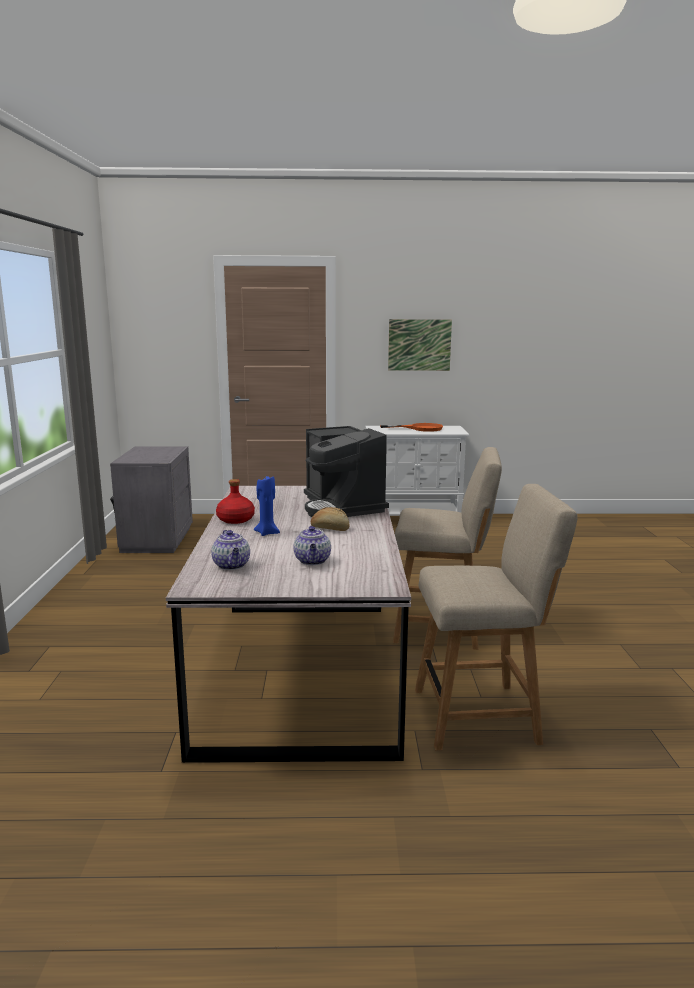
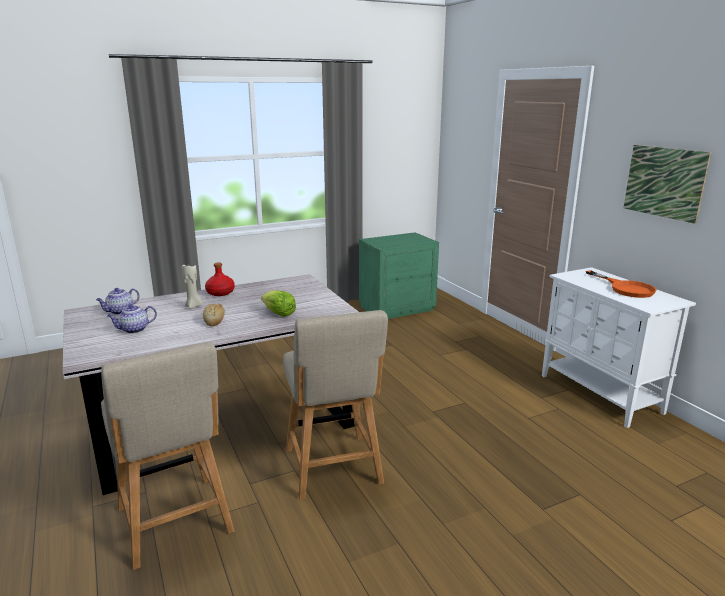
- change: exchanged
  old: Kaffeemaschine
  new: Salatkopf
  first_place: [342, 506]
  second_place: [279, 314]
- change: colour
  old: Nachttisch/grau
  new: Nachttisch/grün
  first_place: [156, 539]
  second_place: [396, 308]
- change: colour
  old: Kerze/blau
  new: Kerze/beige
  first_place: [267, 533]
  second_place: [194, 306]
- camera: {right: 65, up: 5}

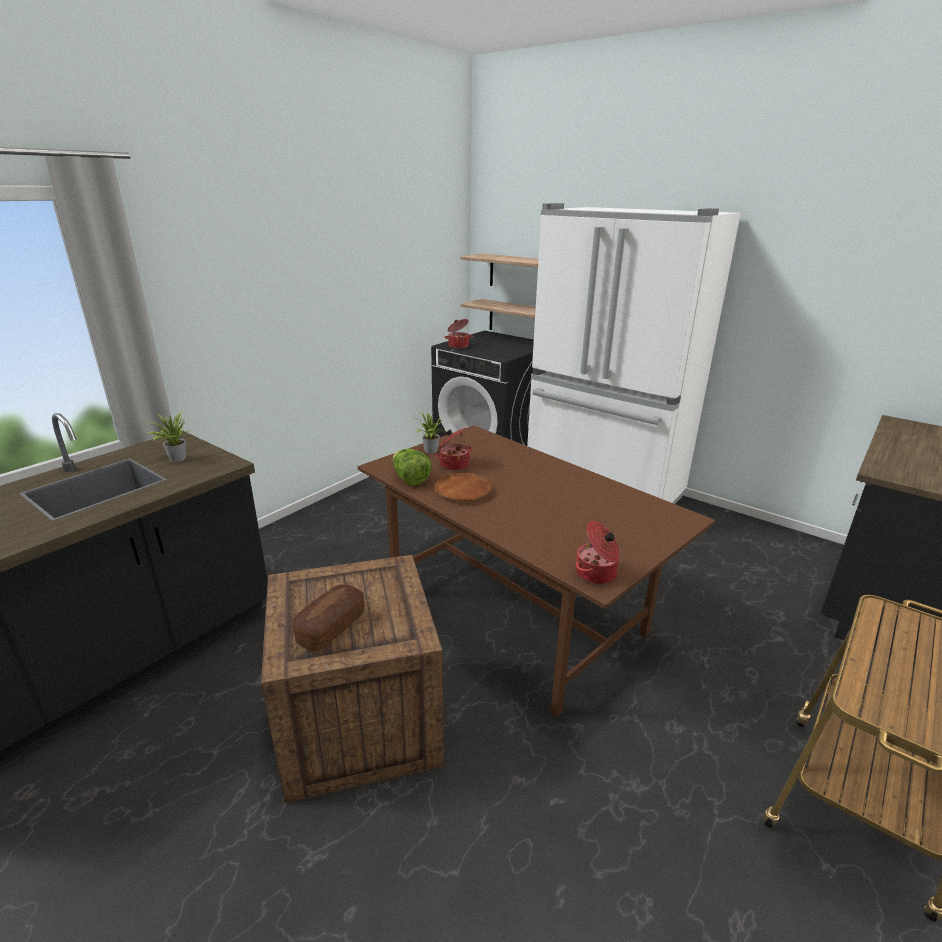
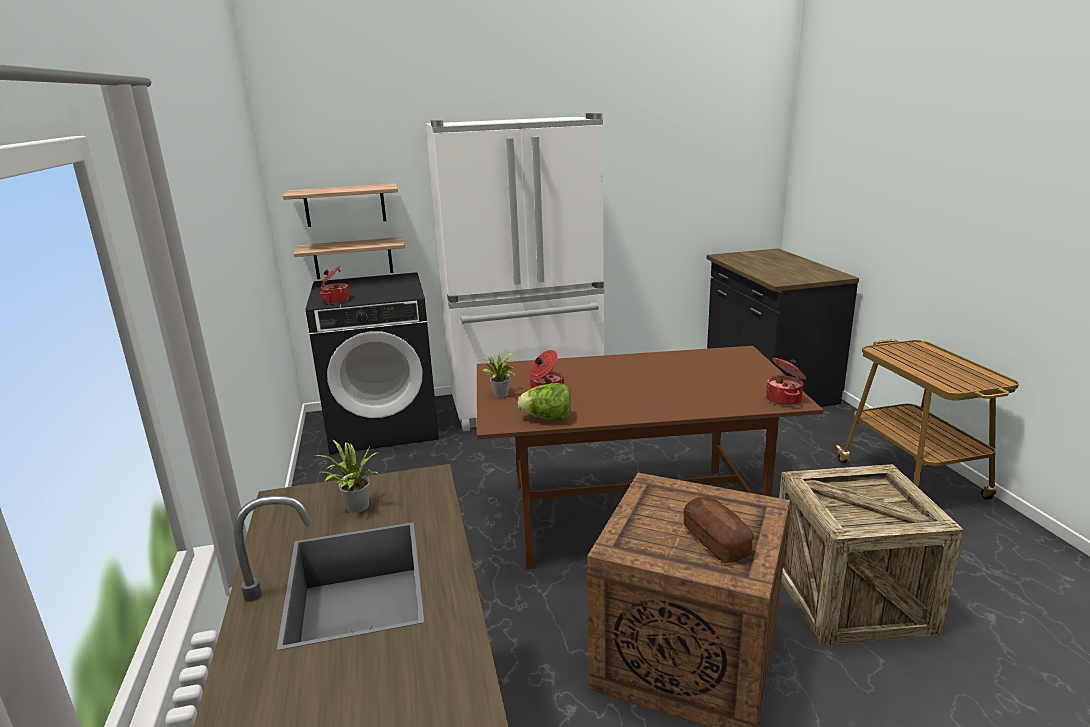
- change: missing
  old: Teller/braun
  first_place: [463, 491]
- change: appeared
  new: Kiste
  second_place: [850, 598]
- camera: {right: -50, up: -5}

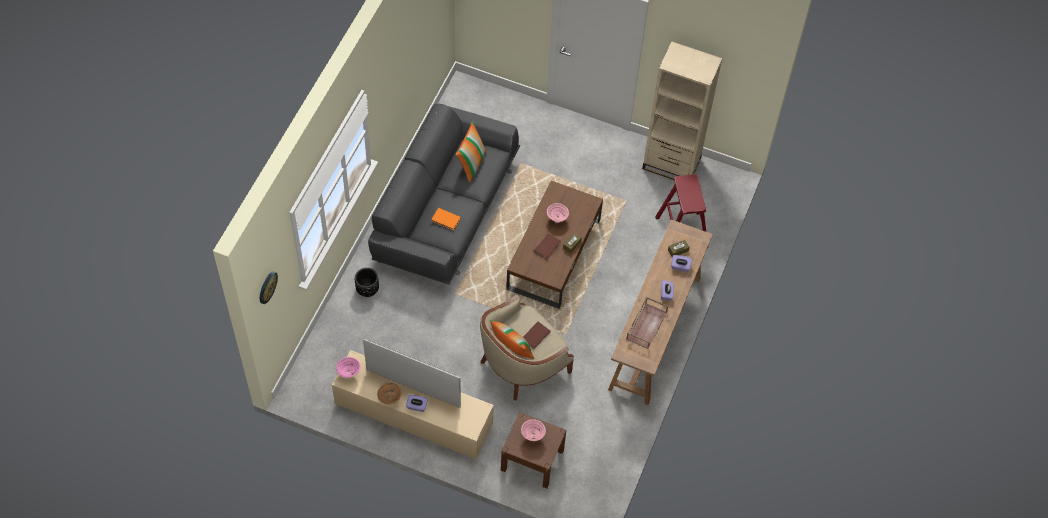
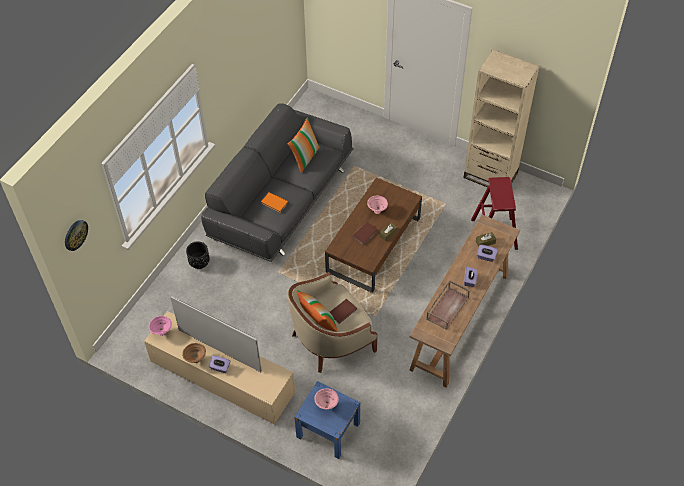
- change: colour
  old: Nachttisch/braun
  new: Nachttisch/blau
  first_place: [532, 460]
  second_place: [328, 430]
- camera: {right: 10, up: -5}

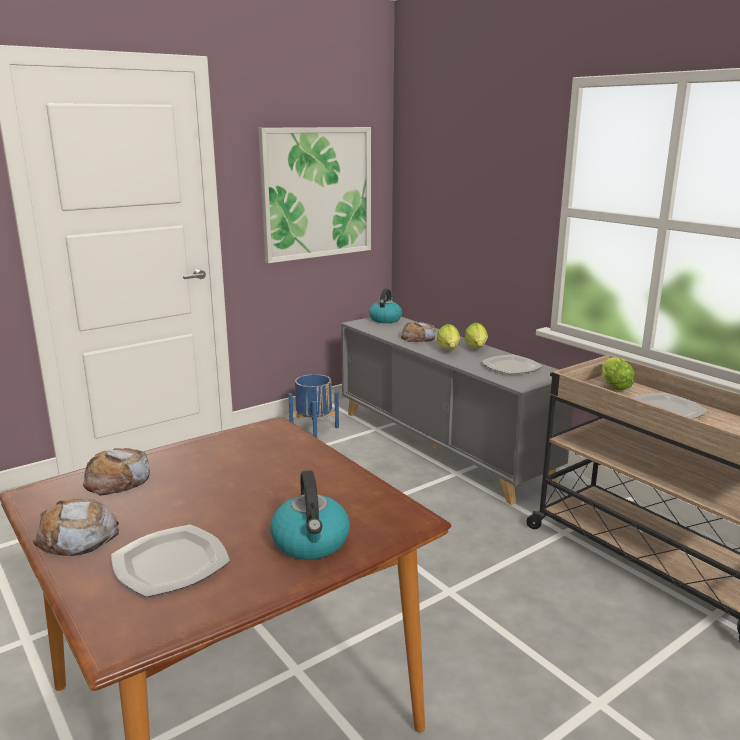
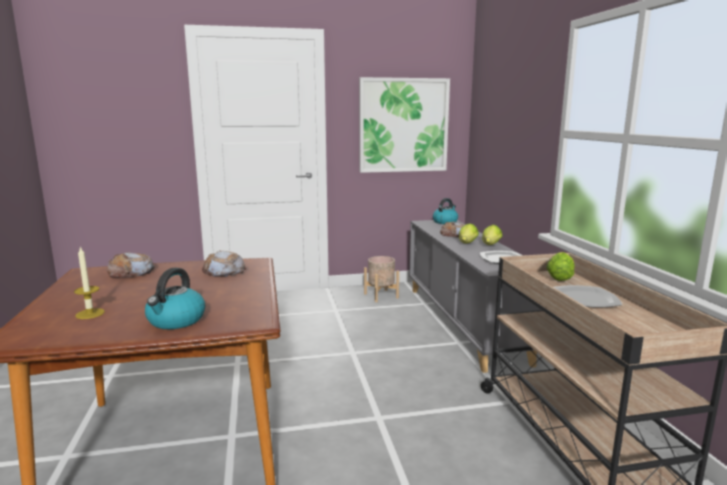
- change: colour
  old: Pflanzkübel/blau
  new: Pflanzkübel/beige
  first_place: [314, 428]
  second_place: [381, 296]
- change: relocated
  old: Brot
  first_place: [77, 536]
  second_place: [223, 271]
- change: exchanged
  old: Teller
  new: Kerze
  first_place: [171, 562]
  second_place: [90, 313]
- camera: {right: 25, up: -5}

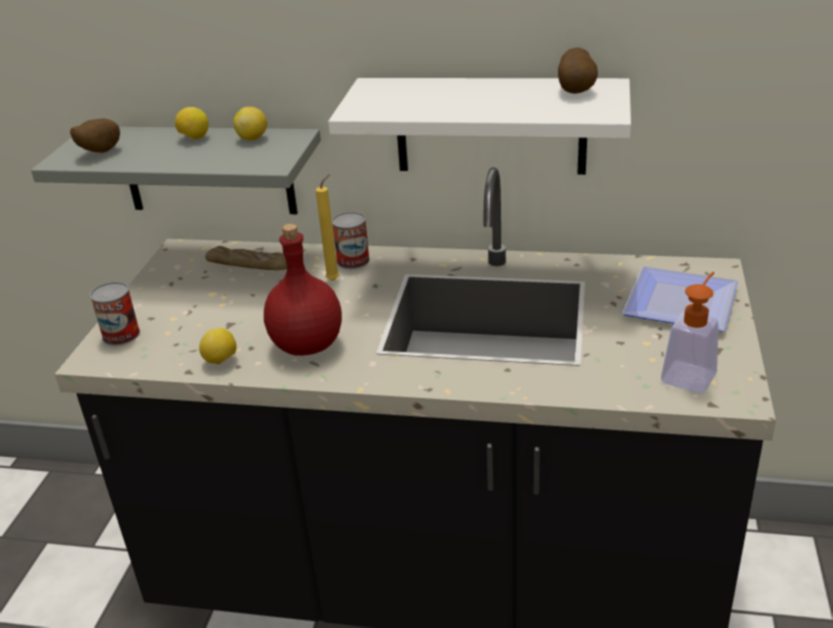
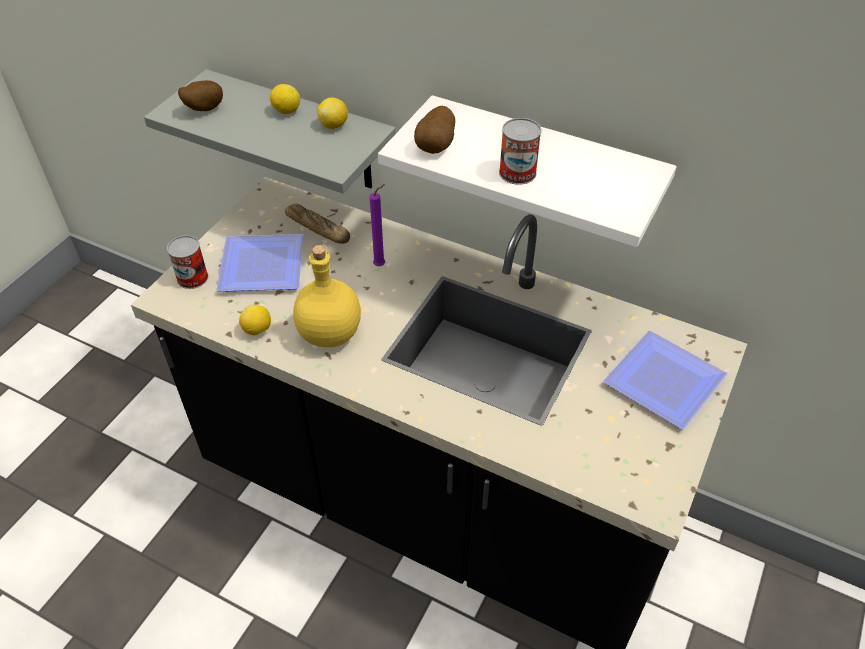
- change: relocated
  old: Kartoffel
  first_place: [577, 91]
  second_place: [436, 147]
- change: colour
  old: Kerze/gelb
  new: Kerze/lila
  first_place: [335, 279]
  second_place: [381, 265]
- change: relocated
  old: Dose
  first_place: [353, 260]
  second_place: [517, 173]
- change: colour
  old: Flasche/rot
  new: Flasche/gelb
  first_place: [307, 344]
  second_place: [330, 333]
- change: missing
  old: Seifenspender
  first_place: [691, 372]
- change: appeared
  new: Teller
  second_place: [264, 268]
- camera: {right: 15, up: 15}

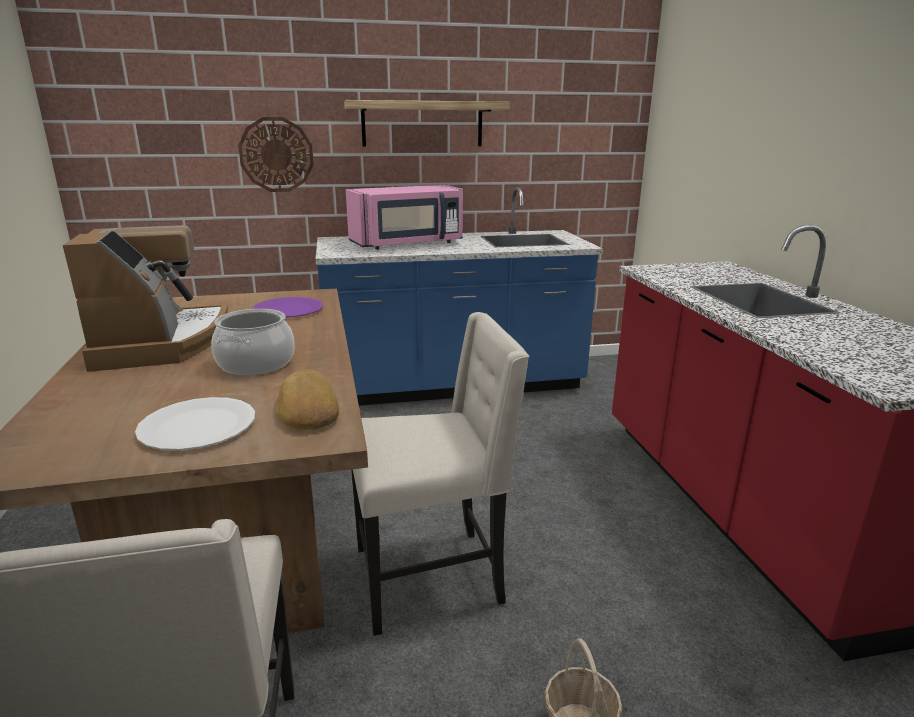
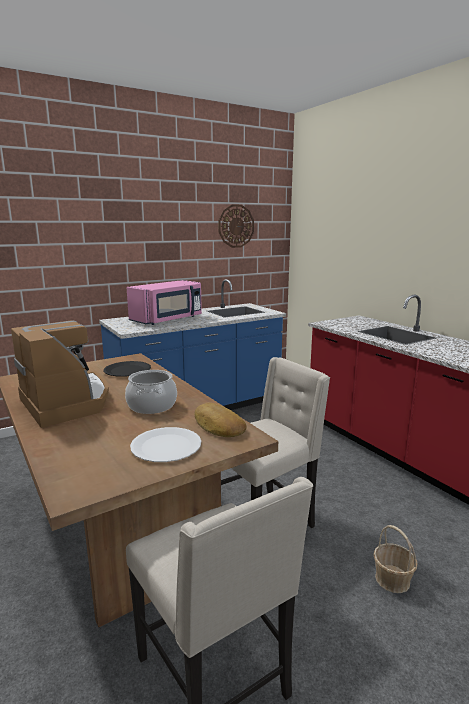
- change: missing
  old: Wandregal
  first_place: [422, 124]
- change: relocated
  old: Wanduhr
  first_place: [276, 155]
  second_place: [236, 226]
- change: colour
  old: Teller/lila
  new: Teller/schwarz
  first_place: [288, 310]
  second_place: [127, 370]
- camera: {right: -20, up: -5}

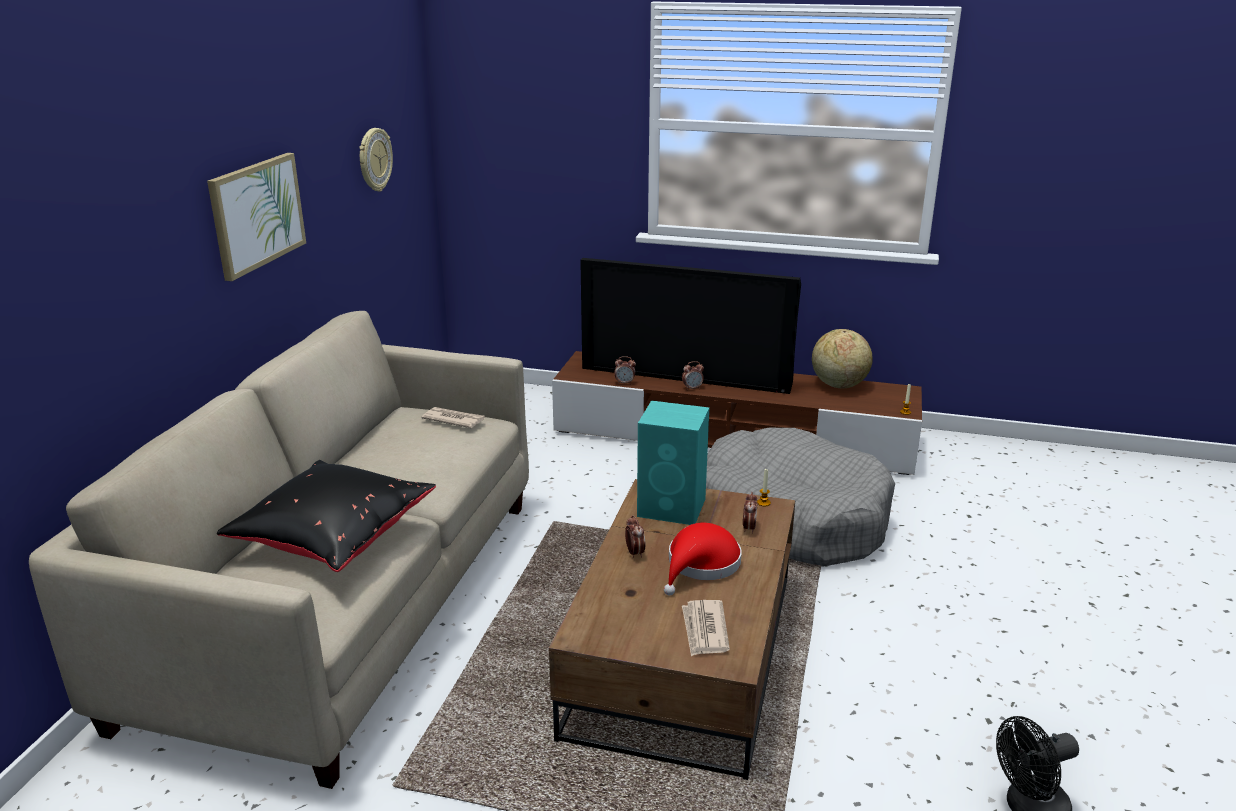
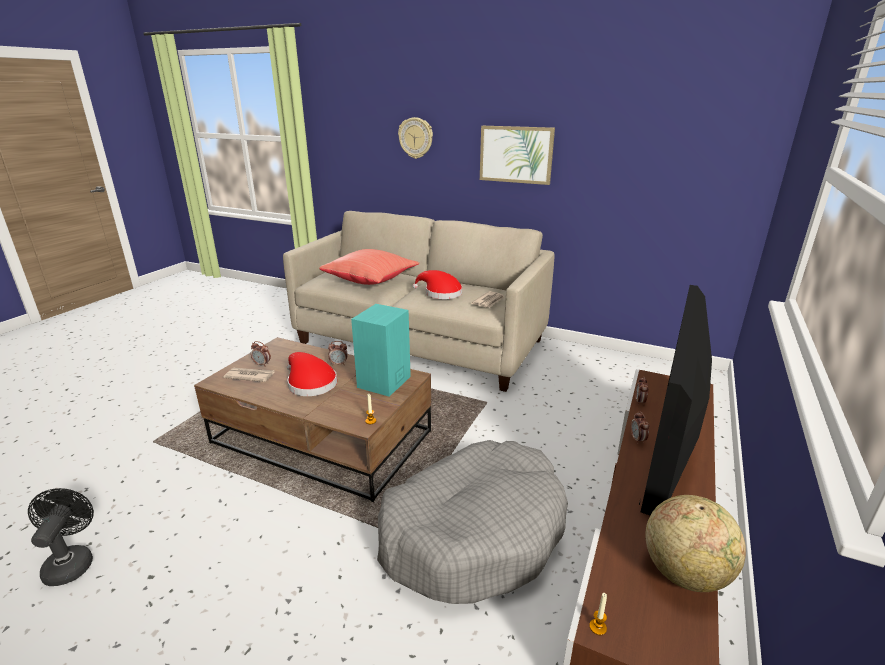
- change: relocated
  old: Wanduhr
  first_place: [374, 160]
  second_place: [416, 138]
- change: colour
  old: Kissen/schwarz
  new: Kissen/rot
  first_place: [333, 538]
  second_place: [371, 280]
- change: relocated
  old: Wecker
  first_place: [749, 528]
  second_place: [262, 364]
- change: appeared
  new: Hut/rot
  second_place: [440, 293]
- camera: {right: 100, up: 0}

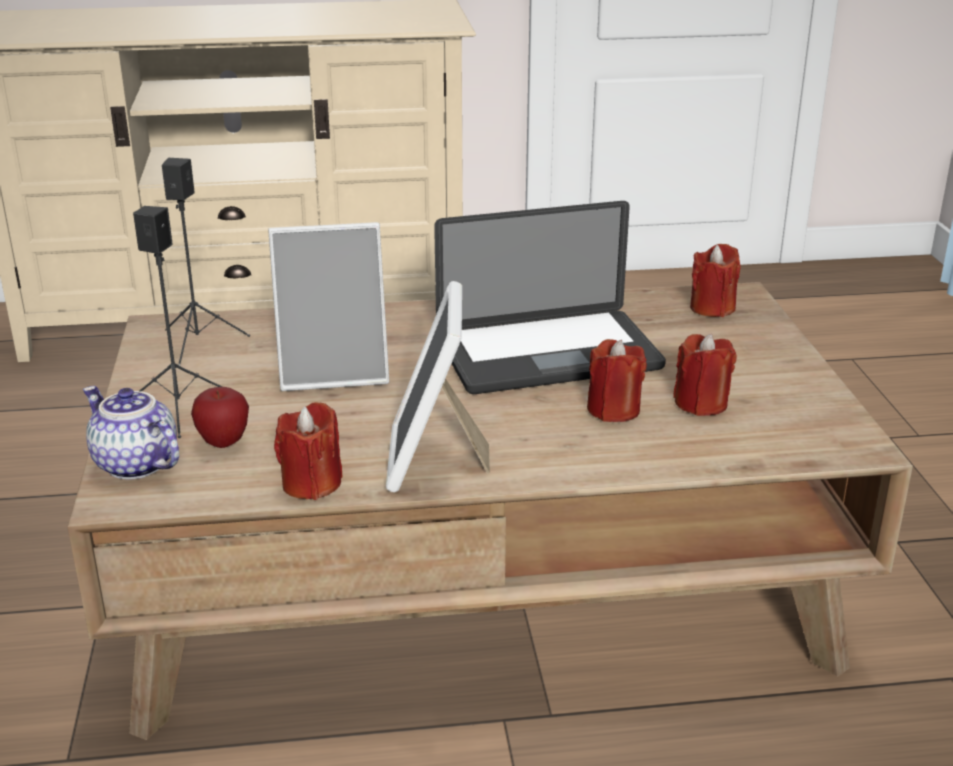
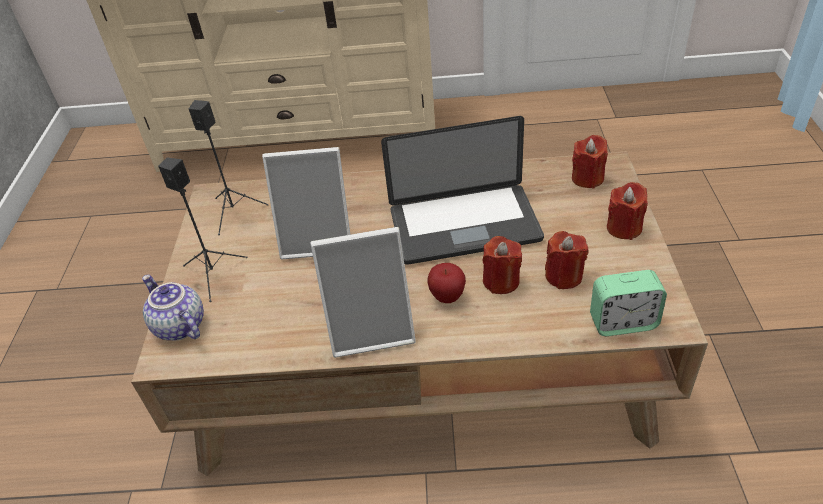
- change: spun
  old: Bilderrahmen
  first_place: [435, 460]
  second_place: [372, 328]
  degrees: -105
- change: relocated
  old: Apfel
  first_place: [224, 442]
  second_place: [447, 297]
- change: relocated
  old: Kerze/rot
  first_place: [311, 483]
  second_place: [624, 228]
- change: appeared
  new: Wecker
  second_place: [623, 322]
- camera: {right: 10, up: 15}

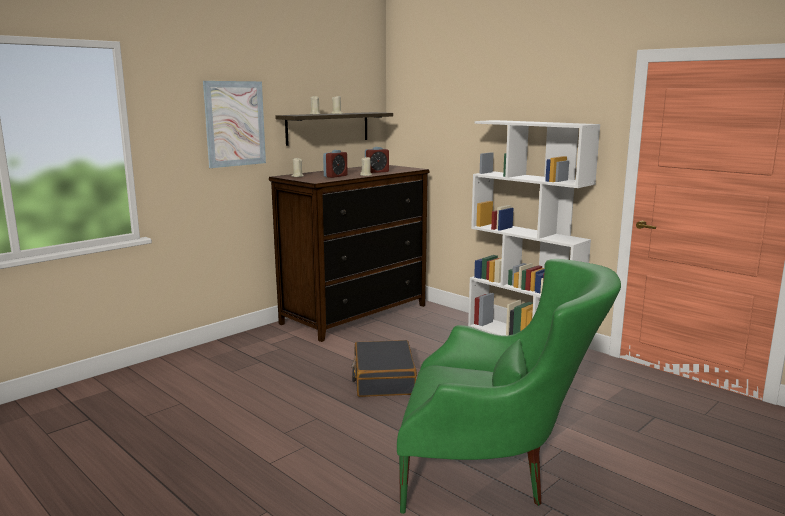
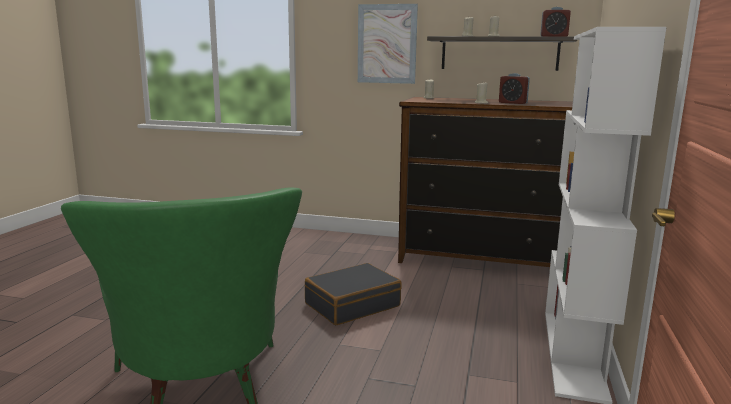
- change: relocated
  old: Wecker
  first_place: [335, 176]
  second_place: [554, 36]
- camera: {right: 60, up: 0}

